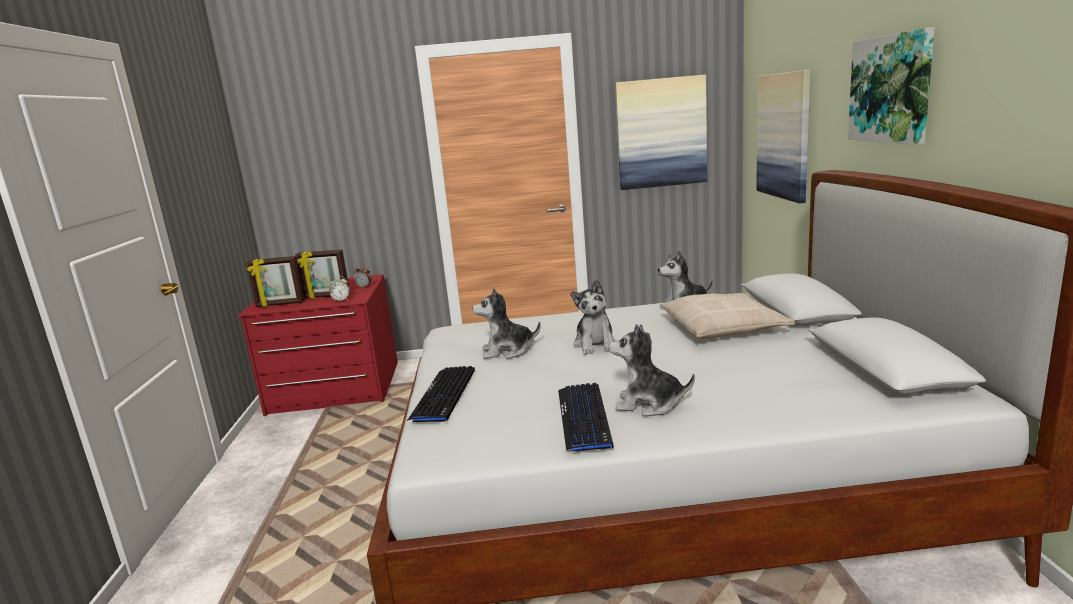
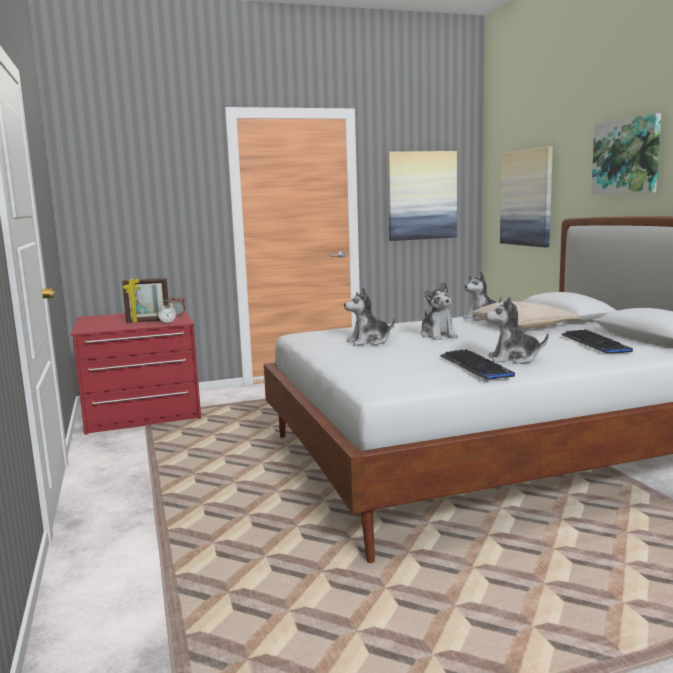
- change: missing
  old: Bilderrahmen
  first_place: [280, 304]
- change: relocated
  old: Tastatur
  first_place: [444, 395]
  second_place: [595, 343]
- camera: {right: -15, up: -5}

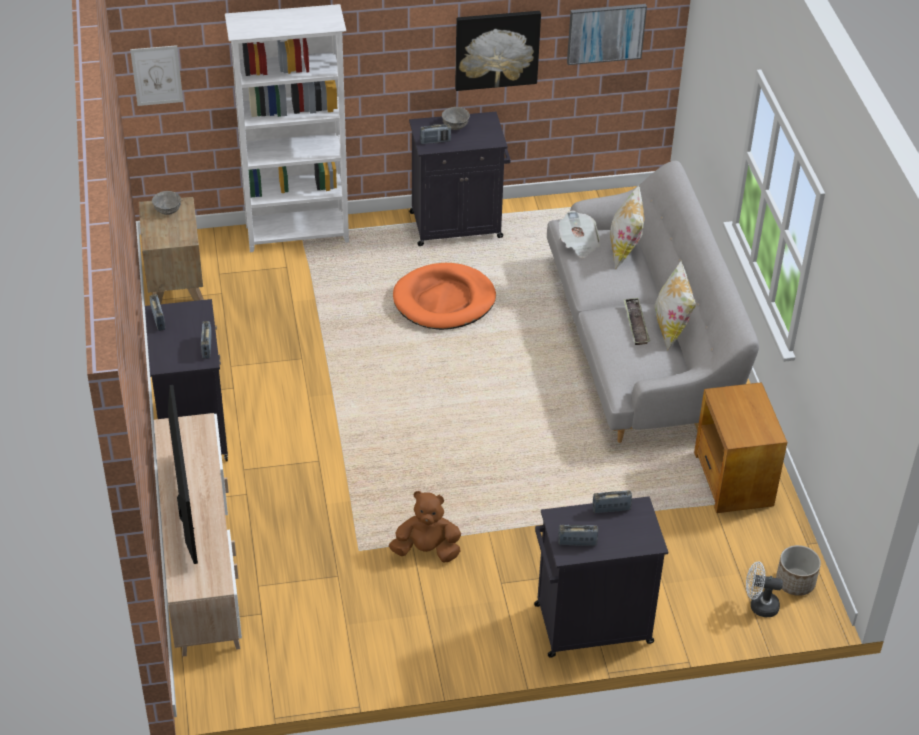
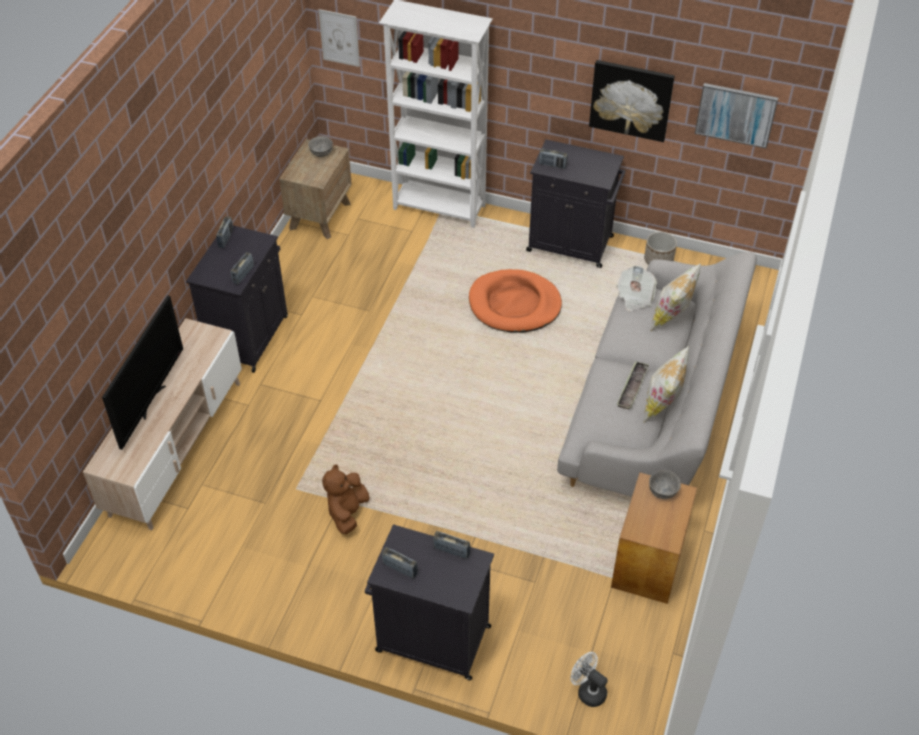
- change: relocated
  old: Schüssel/grau
  first_place: [455, 126]
  second_place: [663, 491]
- change: spun
  old: Plüschtier/braun
  first_place: [426, 550]
  second_place: [347, 512]
  degrees: -105
- change: relocated
  old: Pflanzkübel
  first_place: [795, 582]
  second_place: [658, 259]
- camera: {right: 30, up: 5}

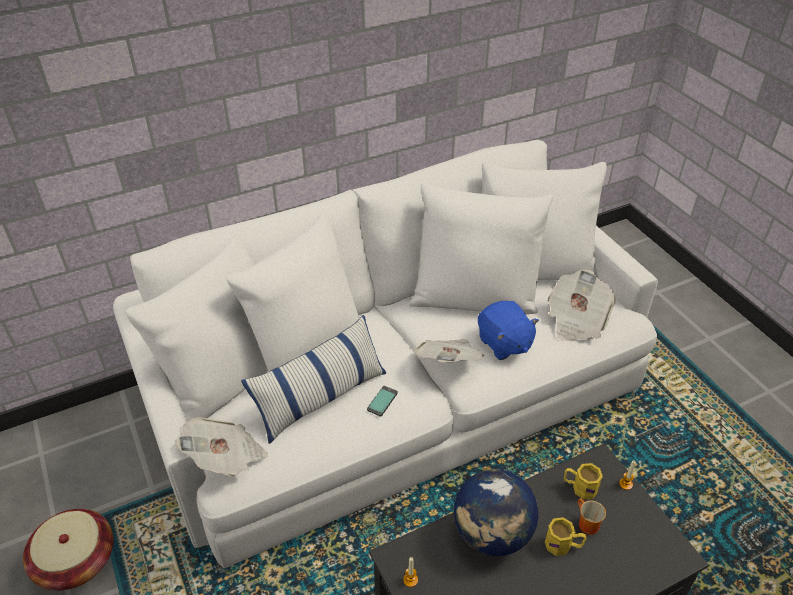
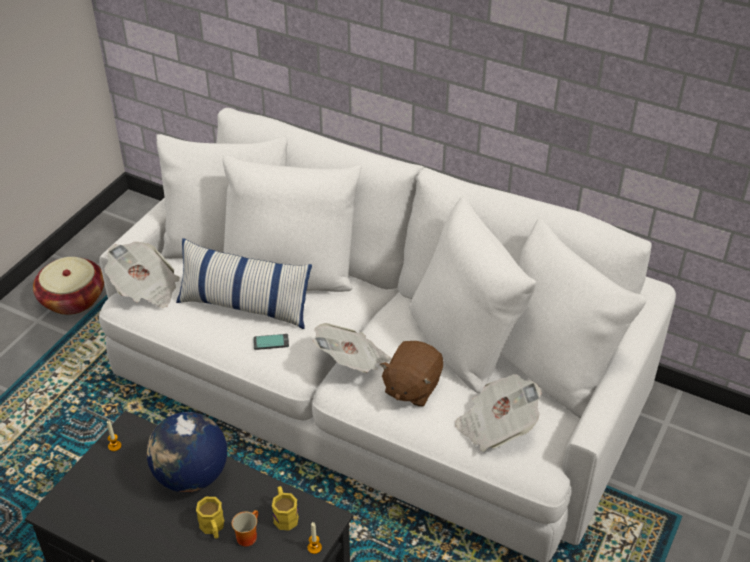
- change: colour
  old: Plüschtier/blau
  new: Plüschtier/braun
  first_place: [504, 343]
  second_place: [411, 387]
- camera: {right: 55, up: 0}

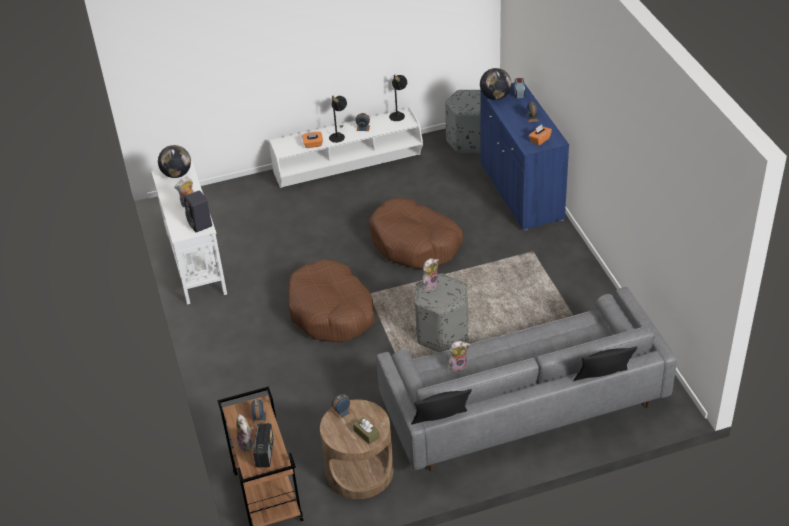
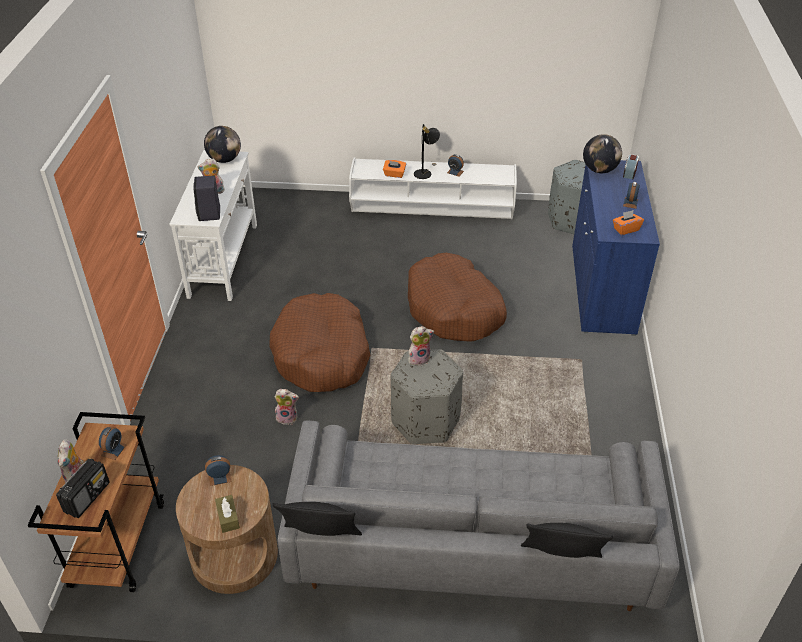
- change: missing
  old: Tischlampe/schwarz
  first_place: [398, 115]
- change: relocated
  old: Plüschtier
  first_place: [458, 367]
  second_place: [287, 417]
- camera: {right: 20, up: 0}

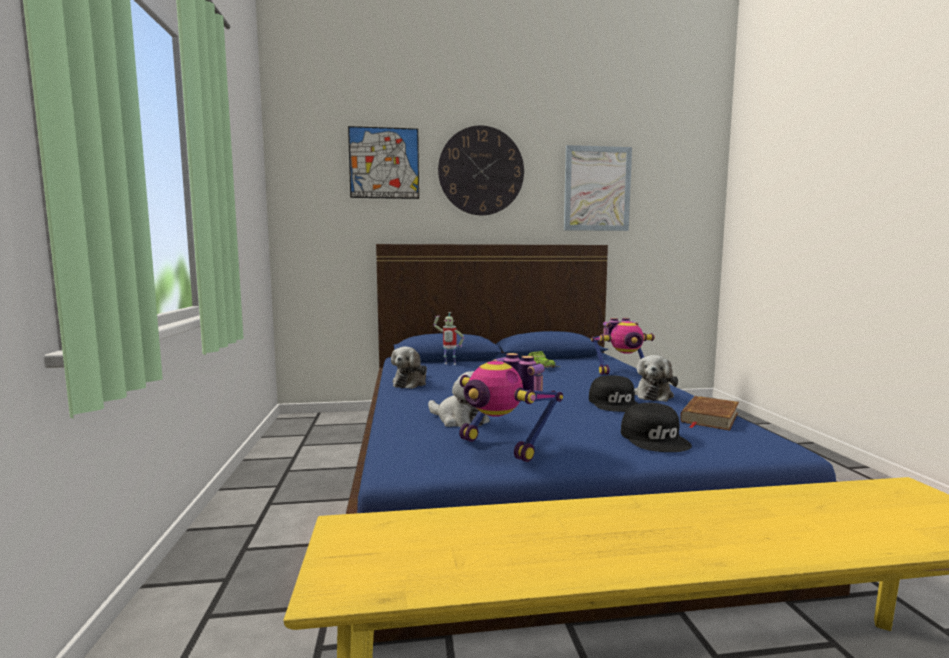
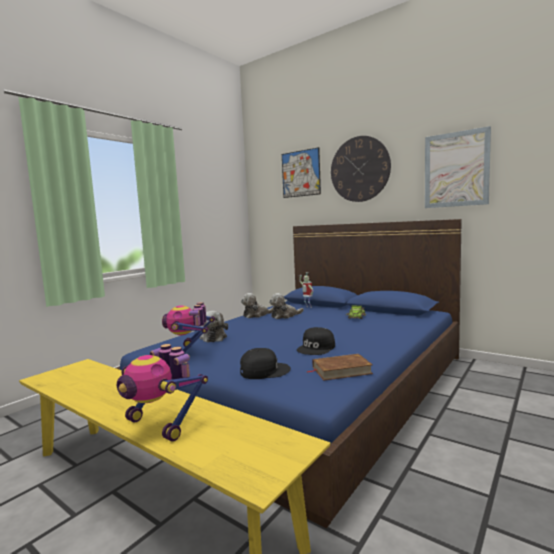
- change: relocated
  old: Spielzeugroboter
  first_place: [622, 372]
  second_place: [161, 424]
- change: relocated
  old: Plüschtier
  first_place: [653, 395]
  second_place: [285, 316]
- change: spun
  old: Kappe/schwarz
  first_place: [655, 438]
  second_place: [264, 370]
  degrees: -135
- camera: {right: 45, up: 0}

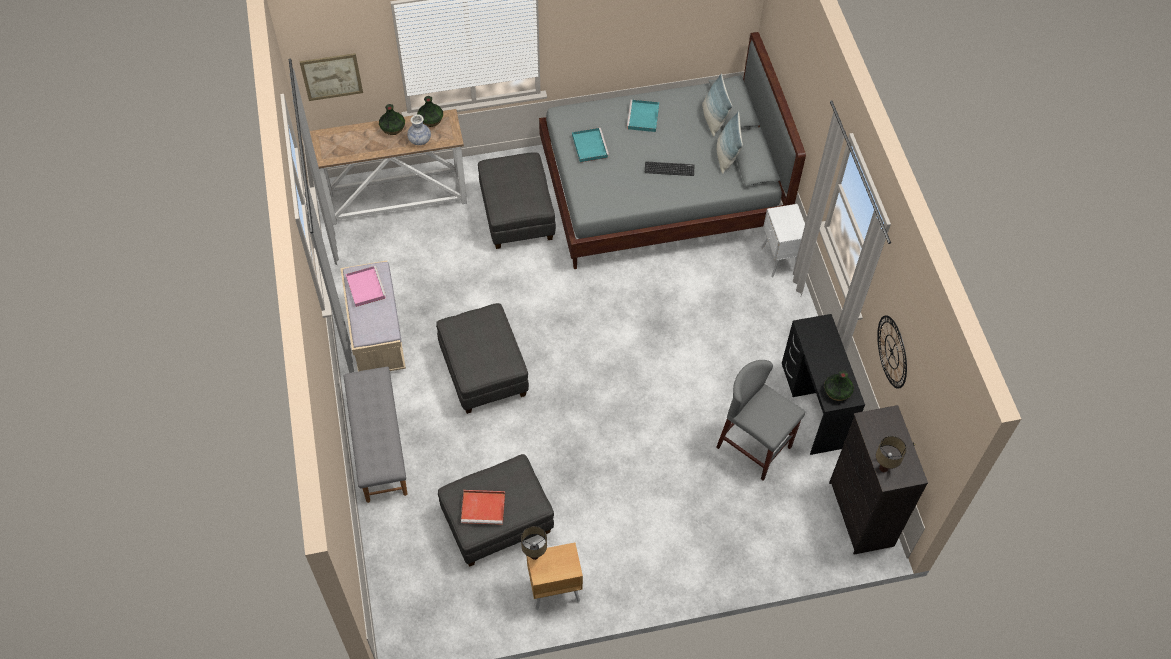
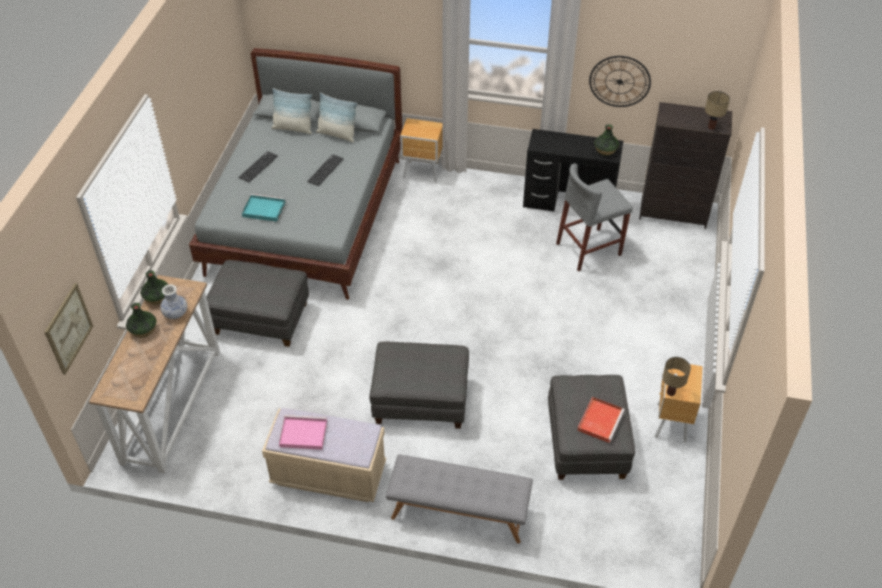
- change: exchanged
  old: Tablett/türkis
  new: Tastatur
  first_place: [643, 118]
  second_place: [258, 167]
- change: colour
  old: Nachttisch/weiß
  new: Nachttisch/braun
  first_place: [779, 260]
  second_place: [423, 173]
- camera: {right: -65, up: -10}

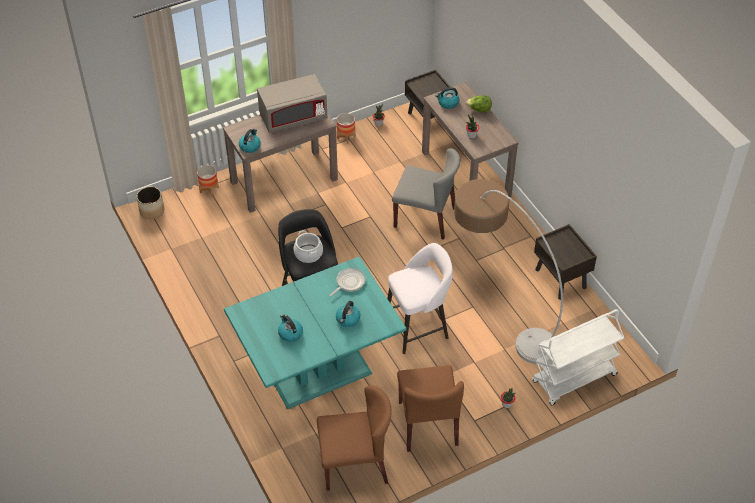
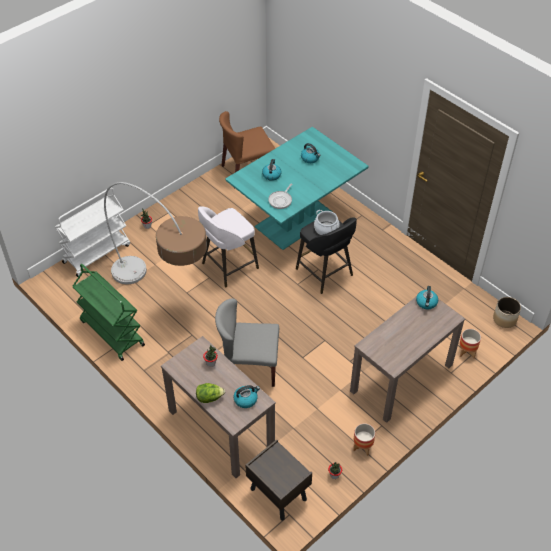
- change: missing
  old: Mikrowelle/grau
  first_place: [293, 117]
- change: exchanged
  old: Nachttisch/braun
  new: Rollwagen/grün
  first_place: [561, 279]
  second_place: [111, 333]
- change: missing
  old: Stuhl/braun
  first_place: [428, 423]
- camera: {right: 165, up: 0}

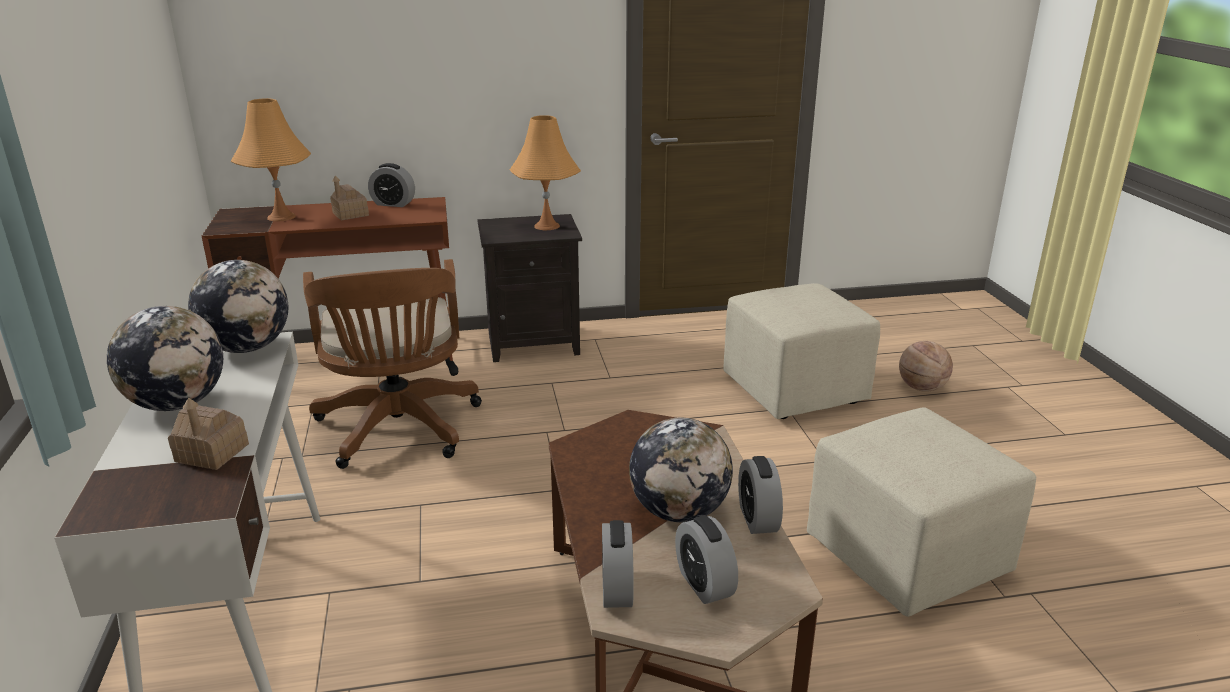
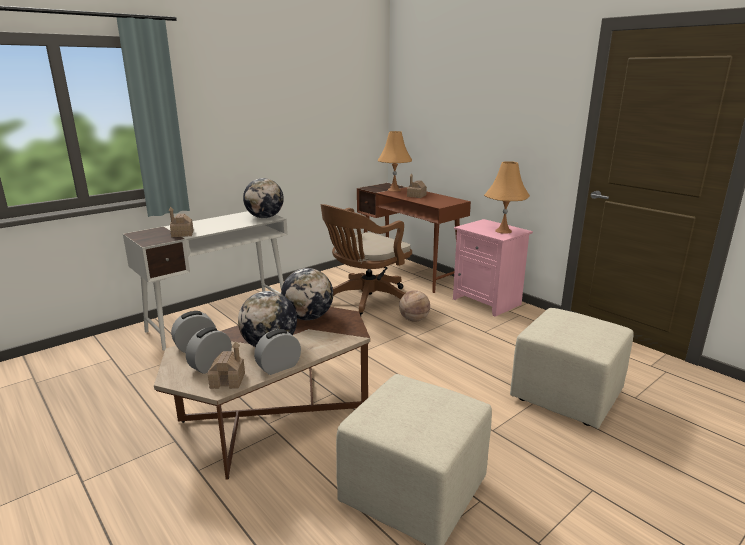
- change: missing
  old: Wecker
  first_place: [393, 204]
- change: colour
  old: Nachttisch/schwarz
  new: Nachttisch/rosa
  first_place: [534, 343]
  second_place: [488, 302]
- change: relocated
  old: Globus
  first_place: [177, 404]
  second_place: [308, 317]
- change: relocated
  old: Basketball
  first_place: [921, 388]
  second_place: [414, 320]
- change: appeared
  new: Spielzeughaus
  second_place: [228, 380]
- camera: {right: 60, up: -5}

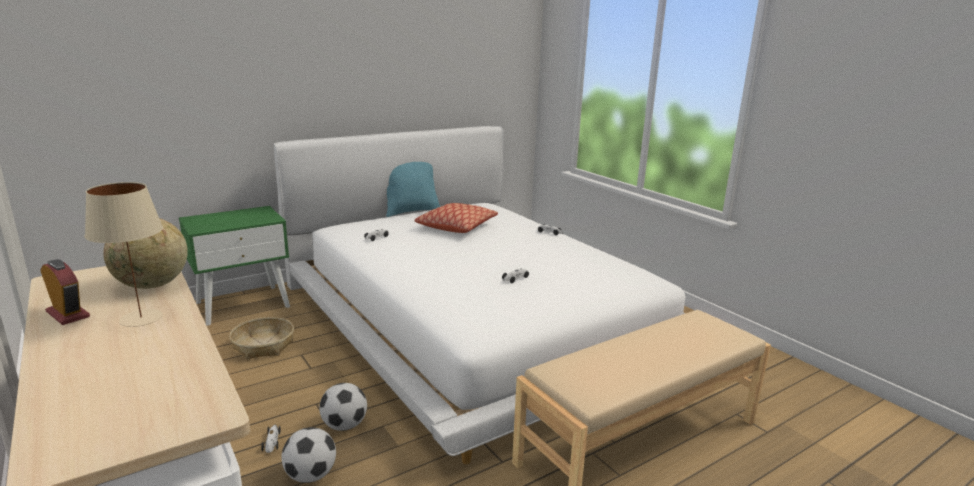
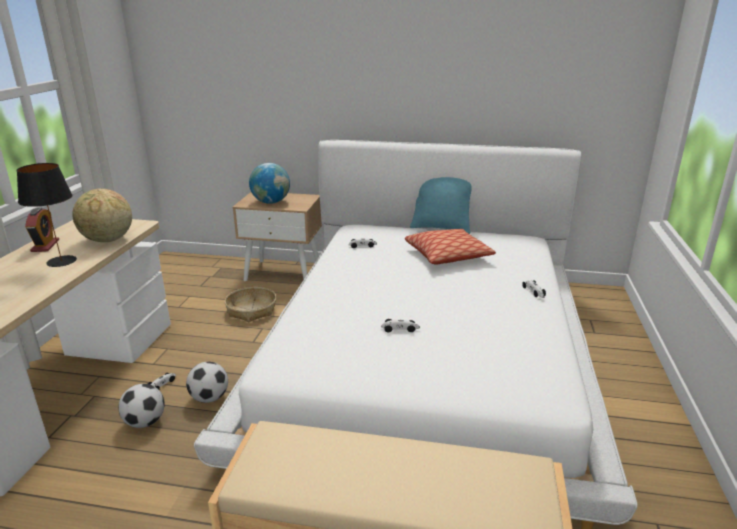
- change: colour
  old: Tischlampe/beige
  new: Tischlampe/schwarz
  first_place: [141, 318]
  second_place: [62, 261]
- change: colour
  old: Nachttisch/grün
  new: Nachttisch/beige
  first_place: [243, 304]
  second_place: [283, 272]
- change: appeared
  new: Globus
  second_place: [271, 202]
- camera: {right: 45, up: 5}

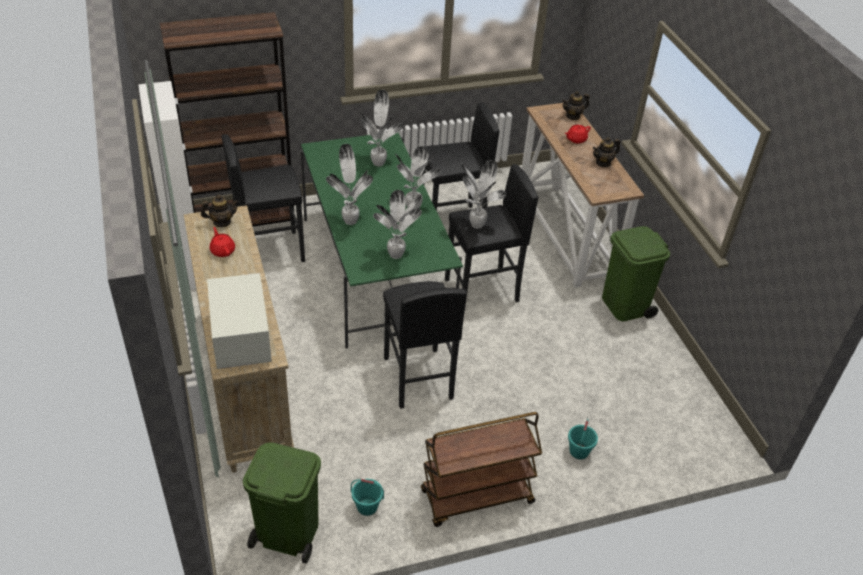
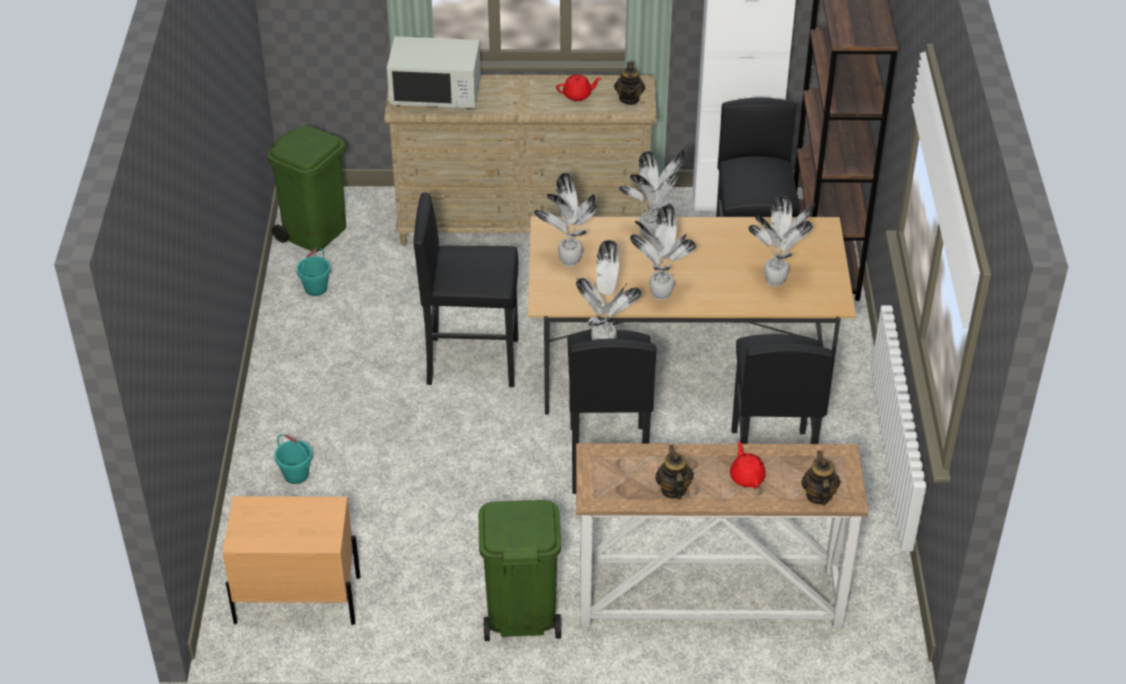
- change: colour
  old: Esstisch/grün
  new: Esstisch/beige
  first_place: [375, 271]
  second_place: [682, 361]
- change: missing
  old: Rollwagen/braun
  first_place: [476, 498]
- change: appeared
  new: Nachttisch/beige
  second_place: [296, 599]
- camera: {right: 110, up: 0}

